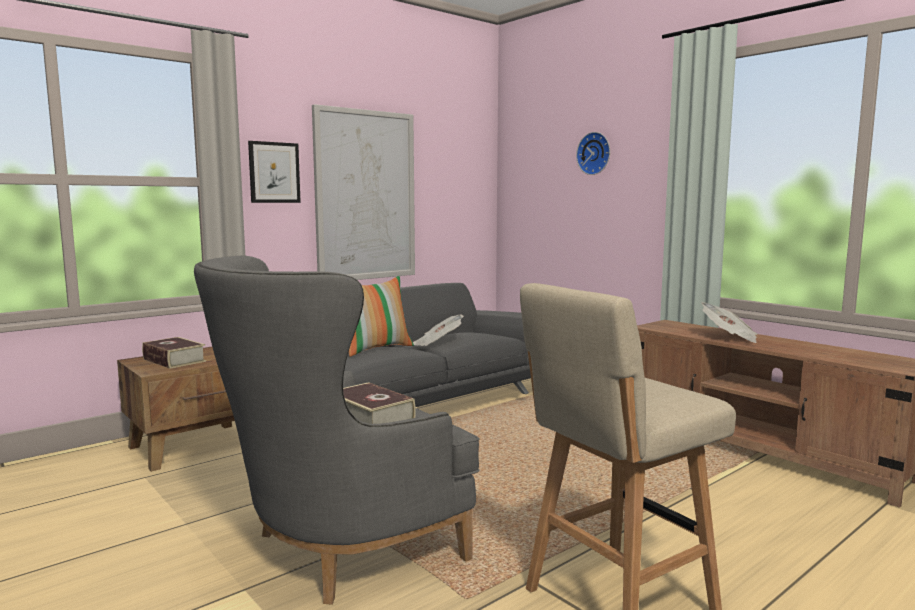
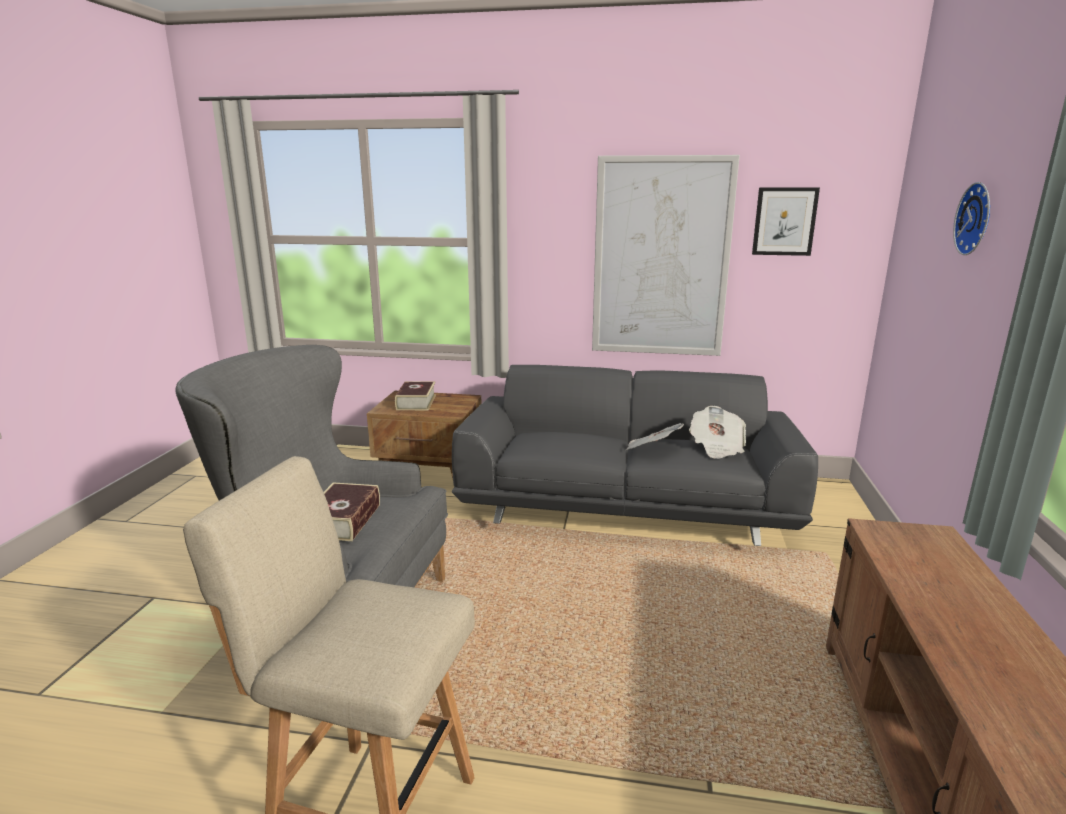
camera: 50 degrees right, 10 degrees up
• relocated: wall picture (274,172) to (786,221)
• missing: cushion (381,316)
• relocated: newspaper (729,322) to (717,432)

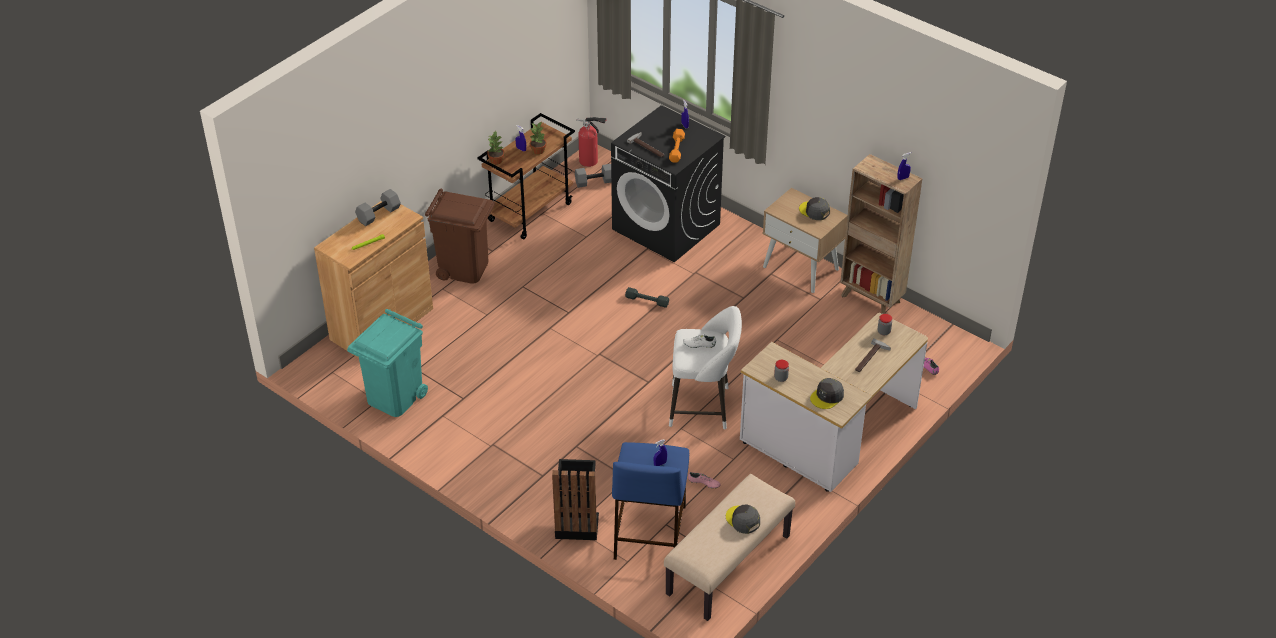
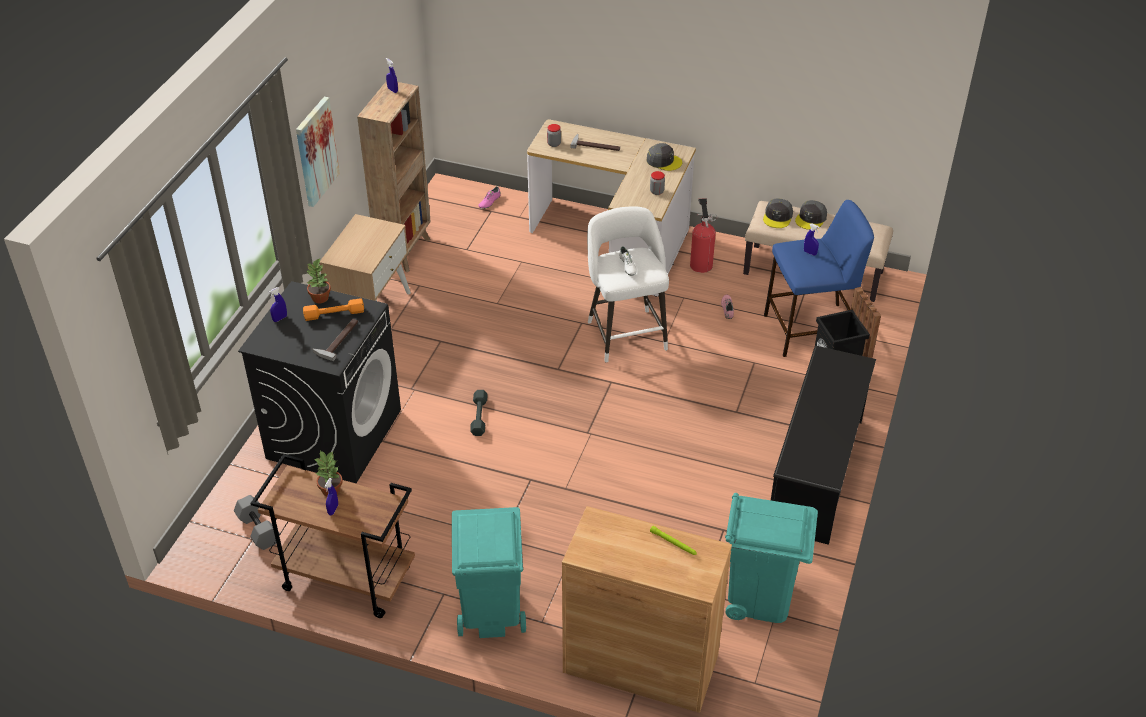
camera: 110 degrees left, 0 degrees up
• relocated: extinguisher (591,141) to (703,235)
• relocated: potted plant (495,148) to (318,281)
• colour: brown-coloured rubbish bin (460,236) to turquoise rubbish bin (489,572)
• missing: greyish hand weight (378,207)
• relocated: greyish cap (814,208) to (778,213)
• appeared: wall picture (318,152)
• appeared: black shoe stand (823,445)

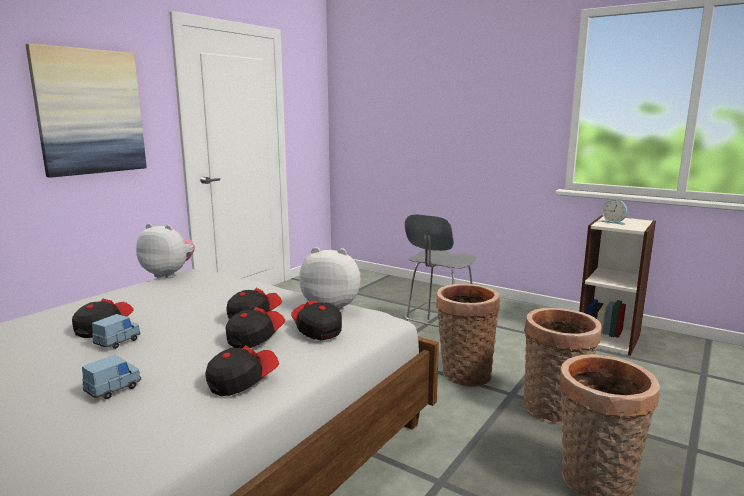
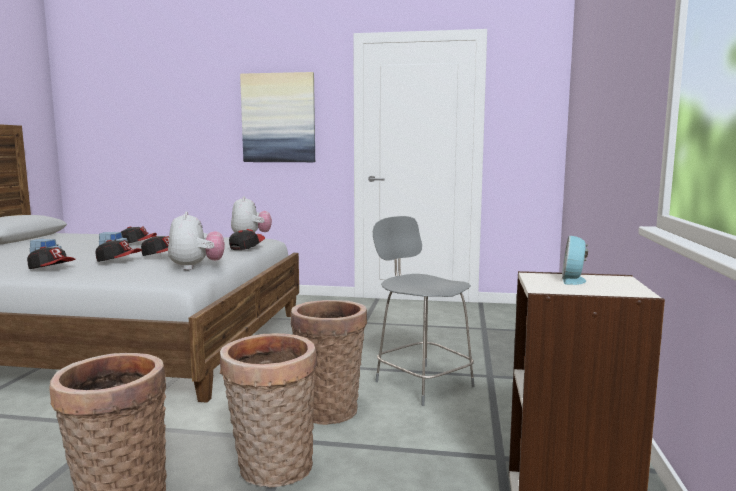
camera: 65 degrees right, 5 degrees down
• spun: greyish upright chair (441,270) = (424,311) 45 degrees clockwise
• relocated: cap (316,320) to (247,239)

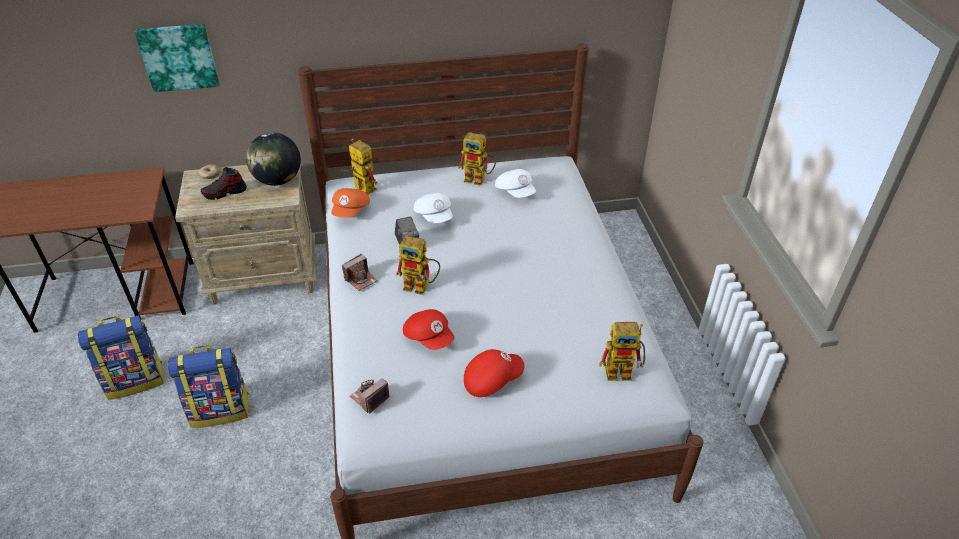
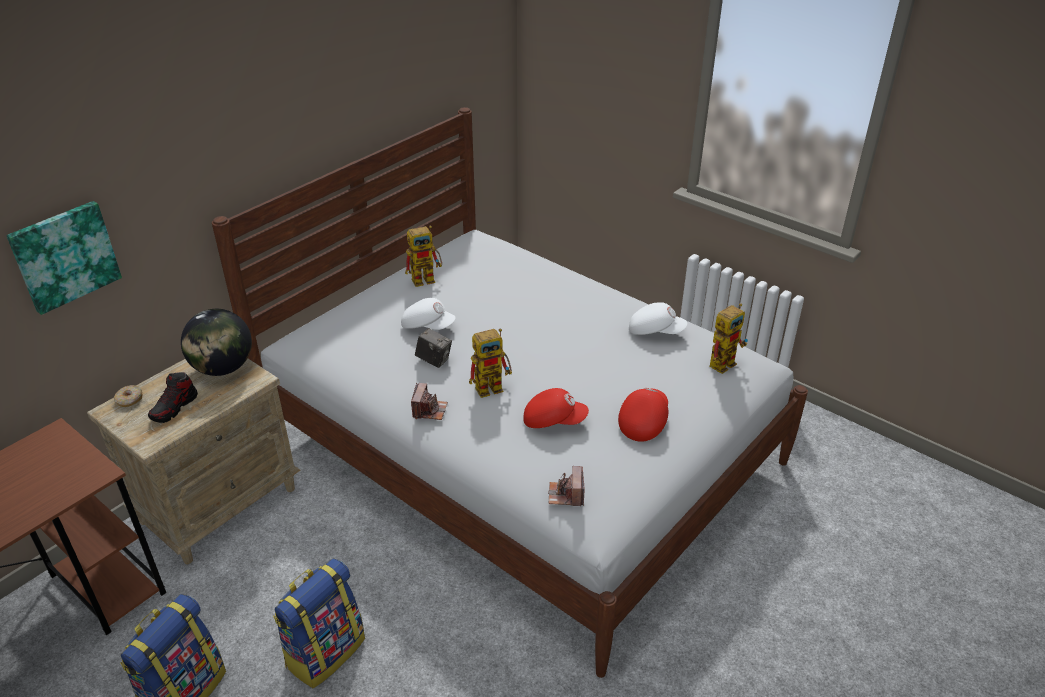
camera: 40 degrees left, 5 degrees down
• missing: robot figure (359,166)
• relocated: white cap (515,183) to (658,318)
• missing: orange-coloured cap (350,203)

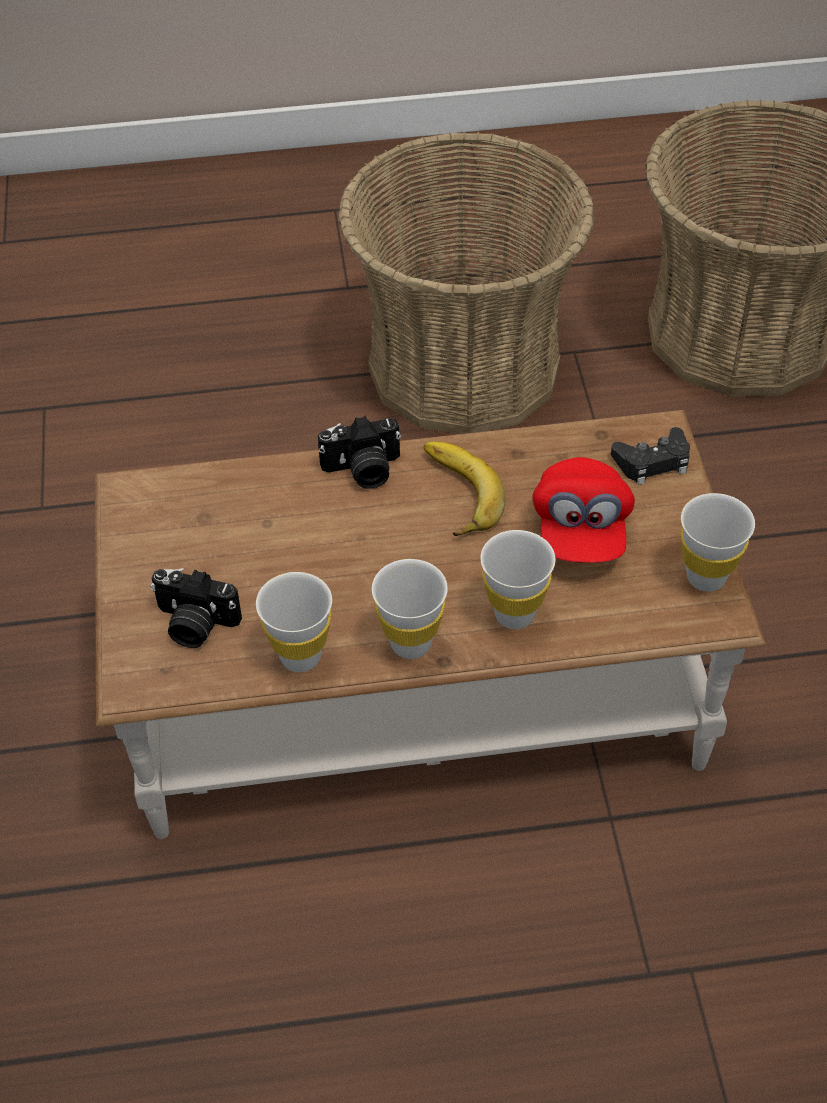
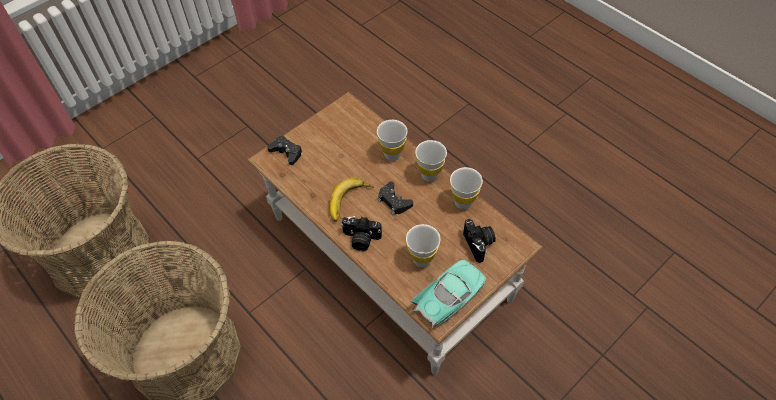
camera: 125 degrees left, 5 degrees up
• spun: still camera (359,452) = (361,233) 150 degrees clockwise
• missing: red cap (583,510)
• relocated: white small cup (717,542) to (423,245)
• appeared: black game controller (395,198)
• appeared: turquoise miniature car (448,294)

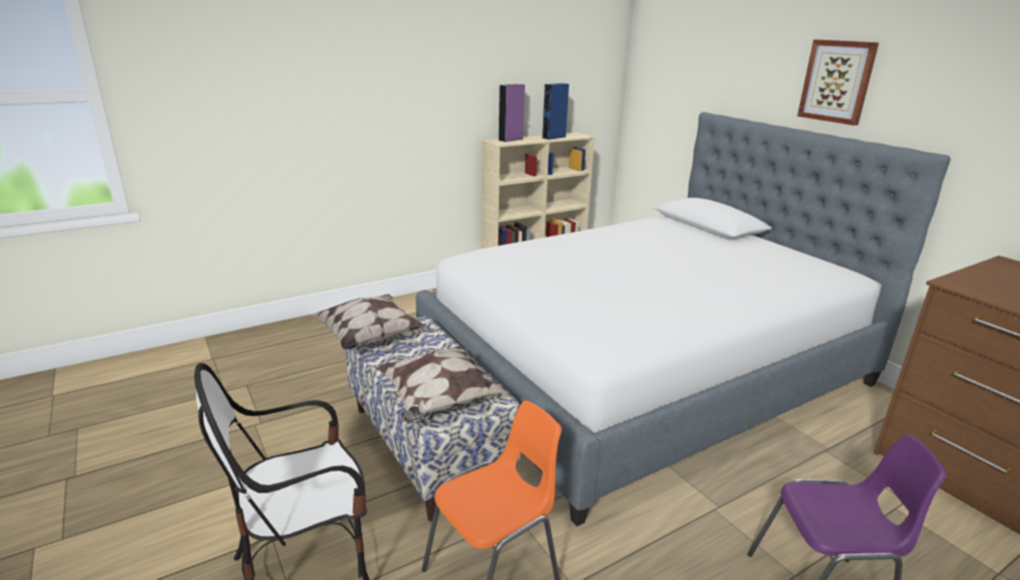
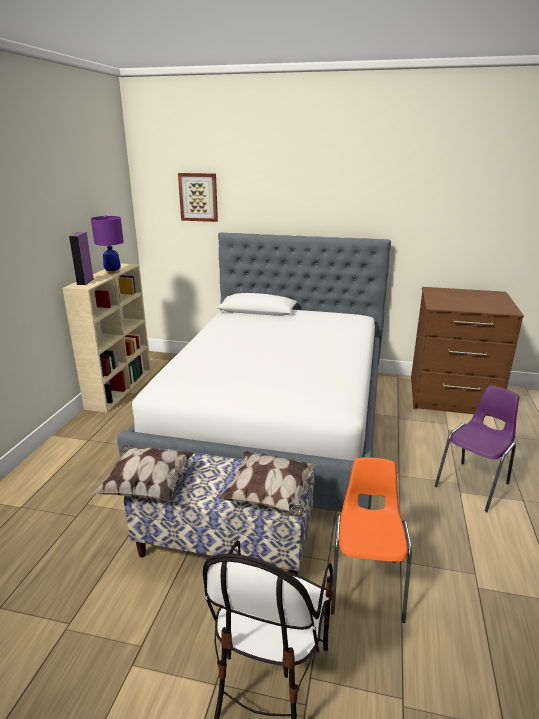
camera: 45 degrees left, 0 degrees up
• relocated: wall picture (838,82) to (198,197)
• exchanged: blue speaker (555,111) to purple lamp for a table (107,244)

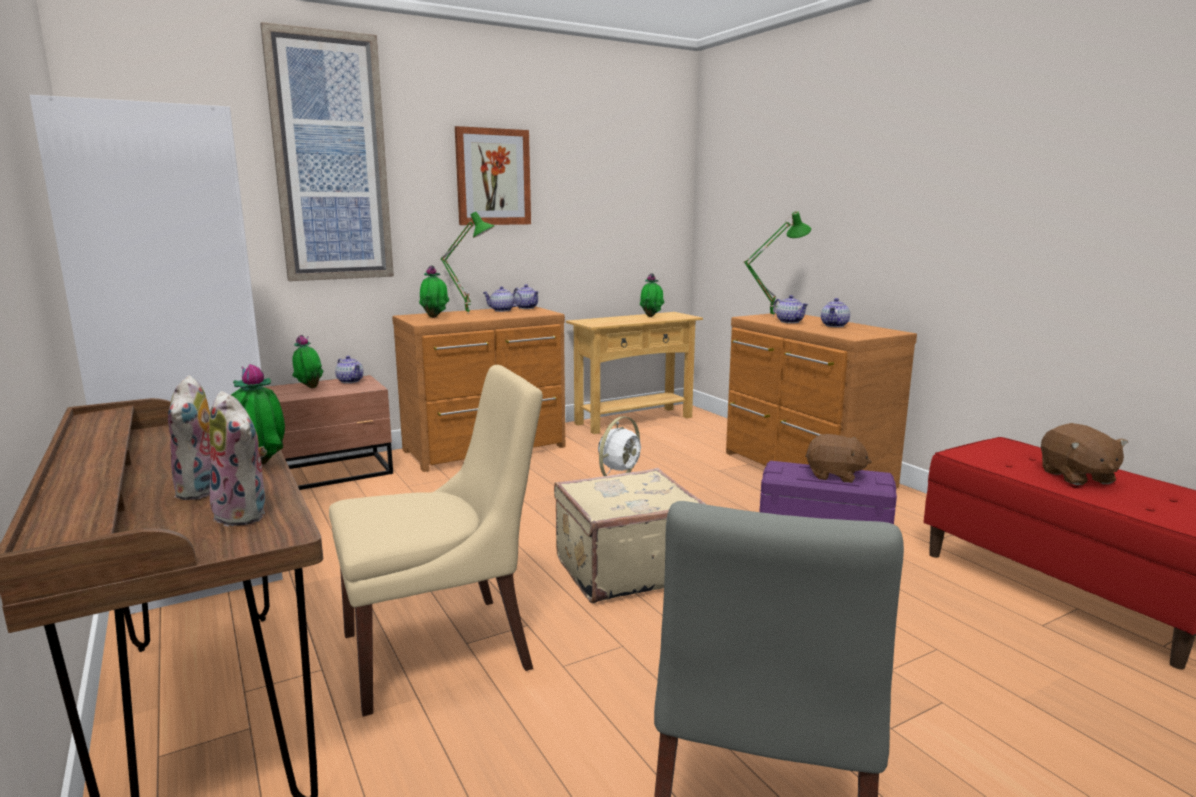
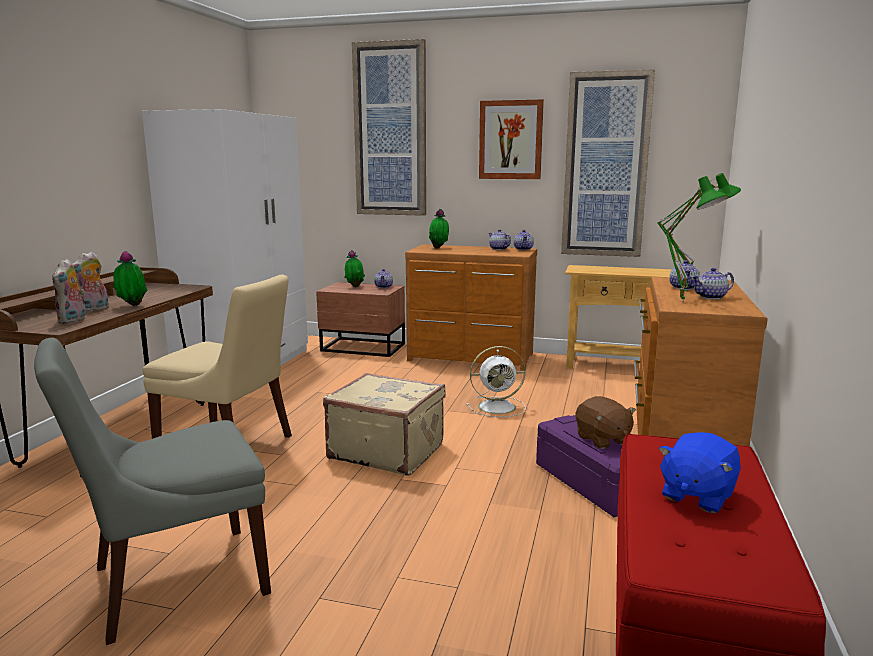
camera: 45 degrees right, 0 degrees up
• relocated: green lamp for a table (467,263) to (697,239)
• missing: potted plant (652,295)
• colour: brown-coloured cuddly toy (1084,454) to blue cuddly toy (699,472)
• appeared: wall picture (608,163)

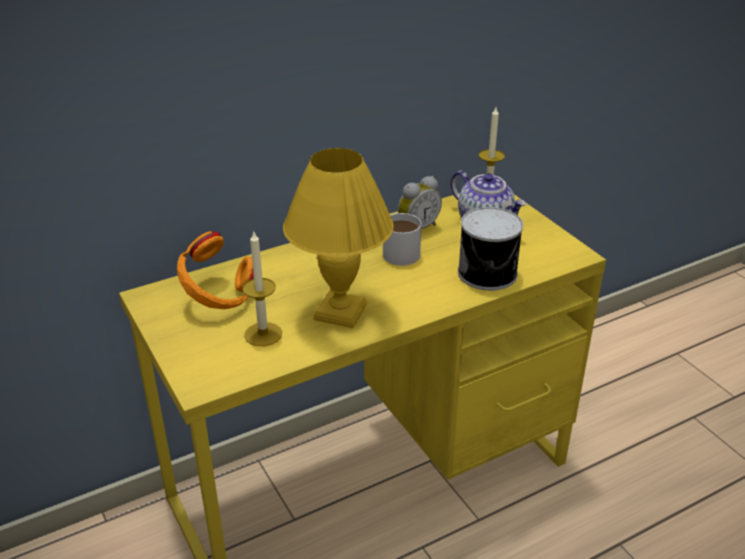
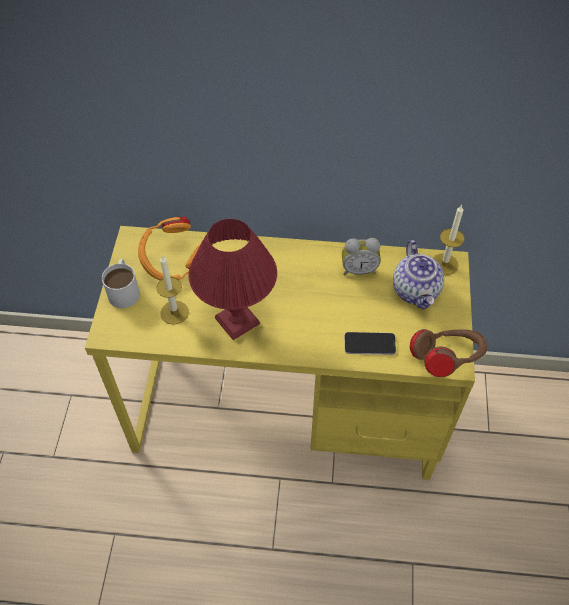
camera: 35 degrees right, 20 degrees up
• colour: yellowish lamp for a table (338,238) to red lamp for a table (232,279)
• exchanged: sealed can (490,249) to phone (370,343)
• relocated: white mug (402,239) to (121,283)
• appeared: brown-coloured pair of headphones (448,353)

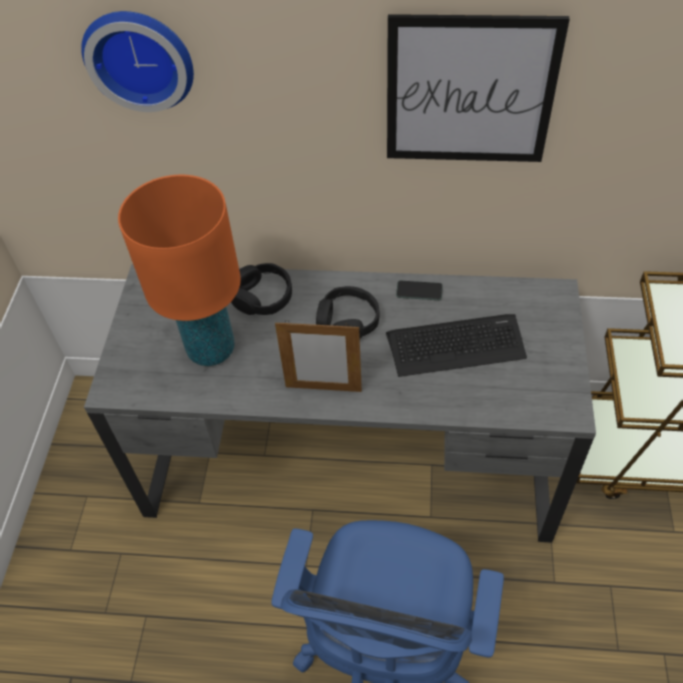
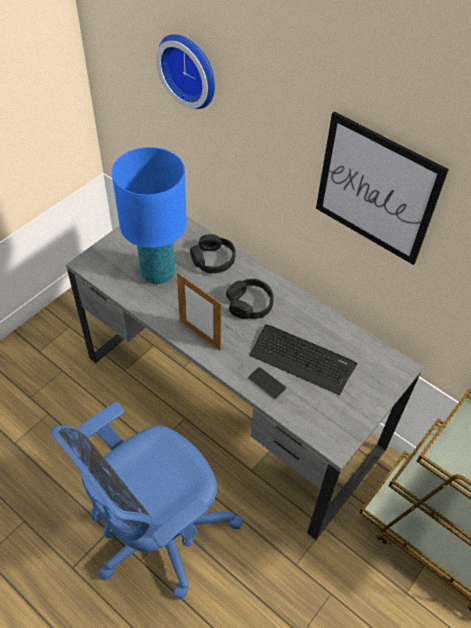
camera: 30 degrees right, 0 degrees up
• colour: orange-coloured lamp for a table (179,270) to blue lamp for a table (149,215)
• relocated: phone (419,290) to (267,383)

